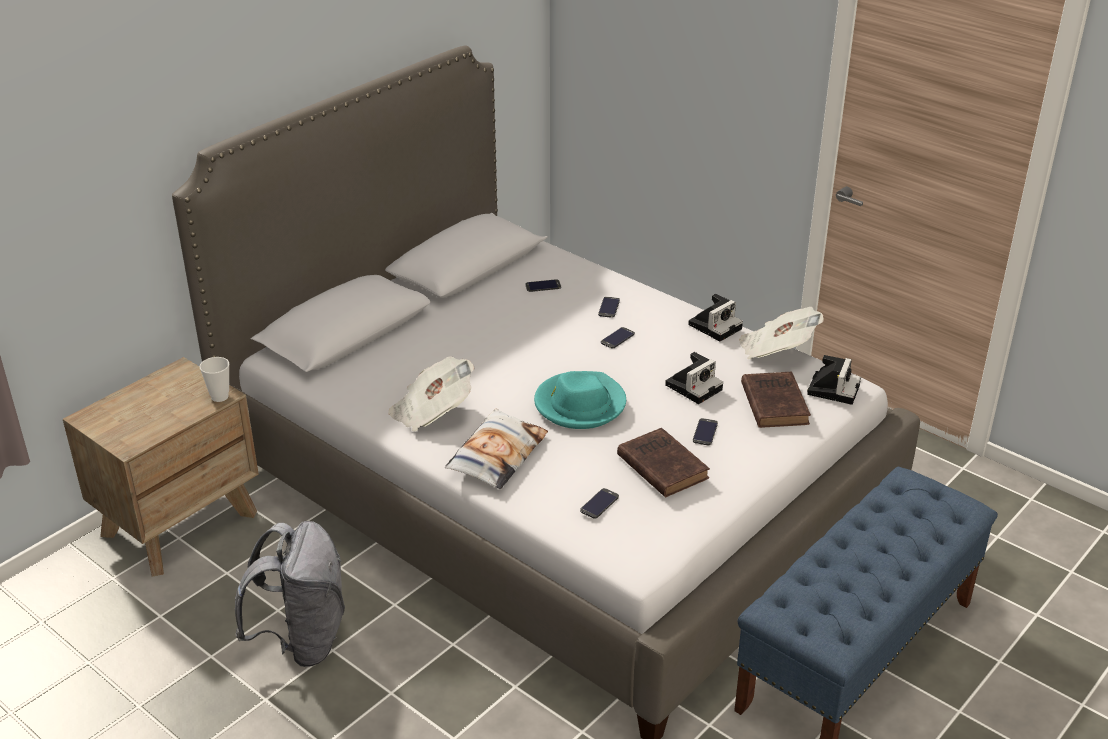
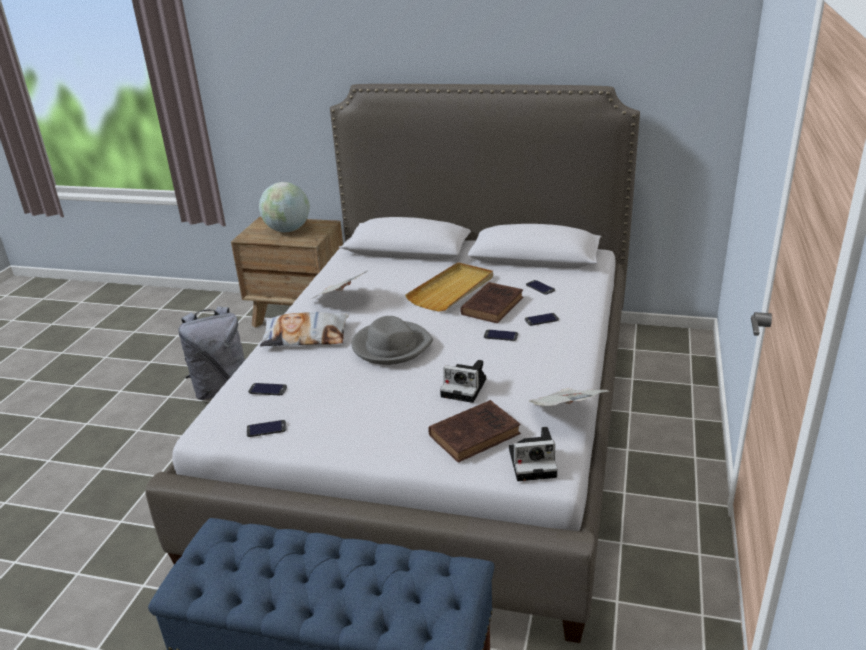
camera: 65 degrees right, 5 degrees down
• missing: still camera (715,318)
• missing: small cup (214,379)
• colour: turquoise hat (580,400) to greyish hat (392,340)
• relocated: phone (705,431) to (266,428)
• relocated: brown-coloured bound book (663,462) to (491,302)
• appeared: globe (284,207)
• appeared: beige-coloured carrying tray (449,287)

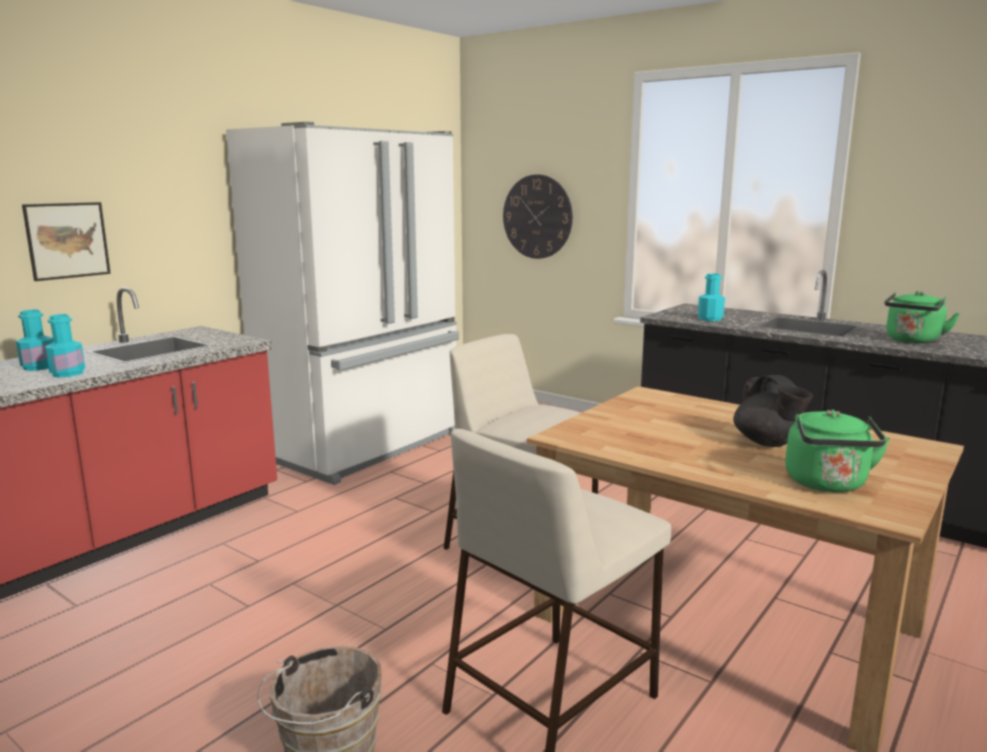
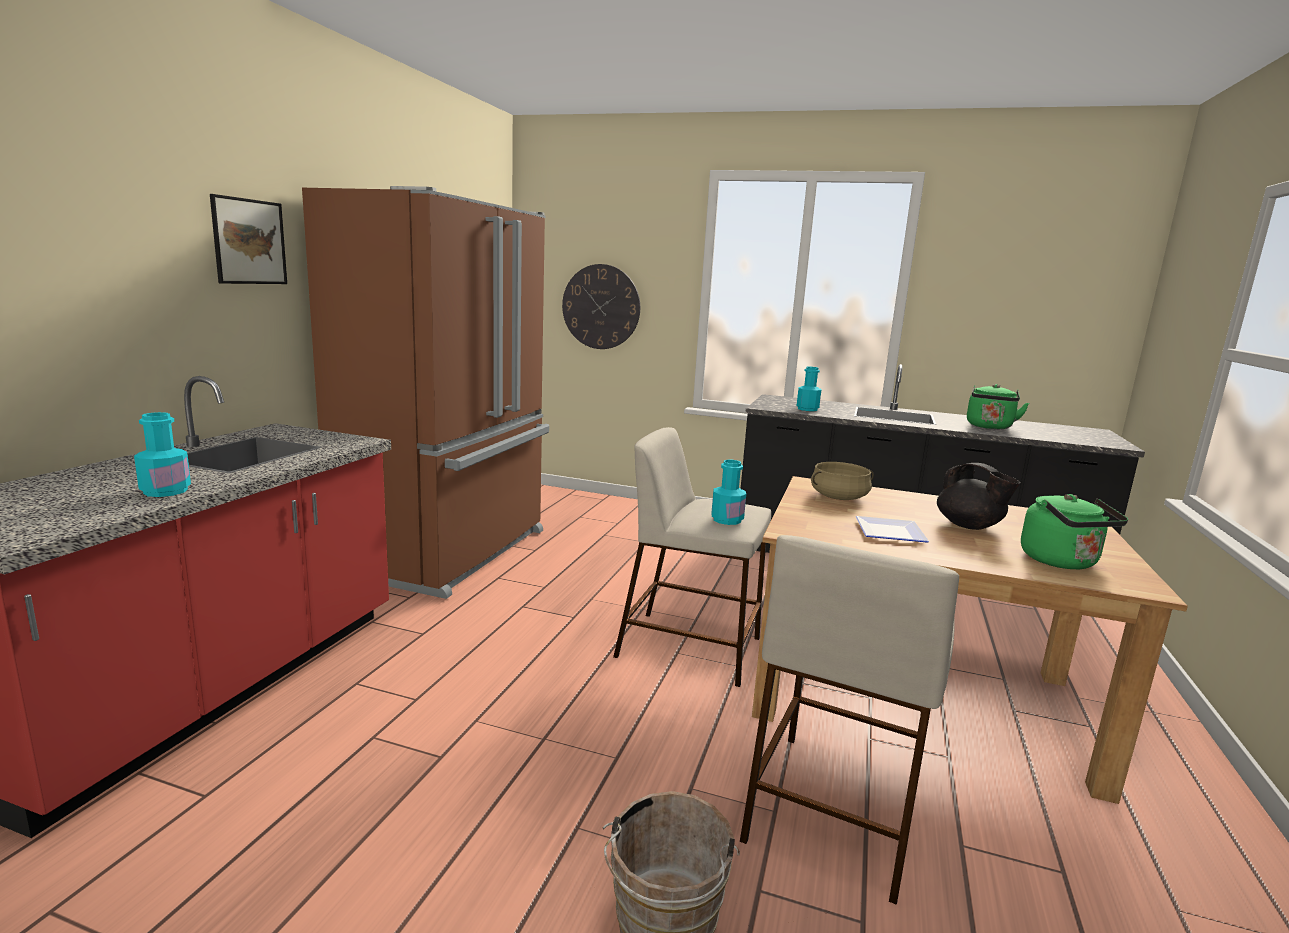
camera: 20 degrees left, 0 degrees up
• colour: white refrigerator (342,303) to brown-coloured refrigerator (425,392)
• relocated: wall picture (66,241) to (248,239)
• relocated: turquoise beverage bottle (34,340) to (728,492)
• appeared: beige-coloured stockpot (842,481)
• appeared: flat dish (892,529)

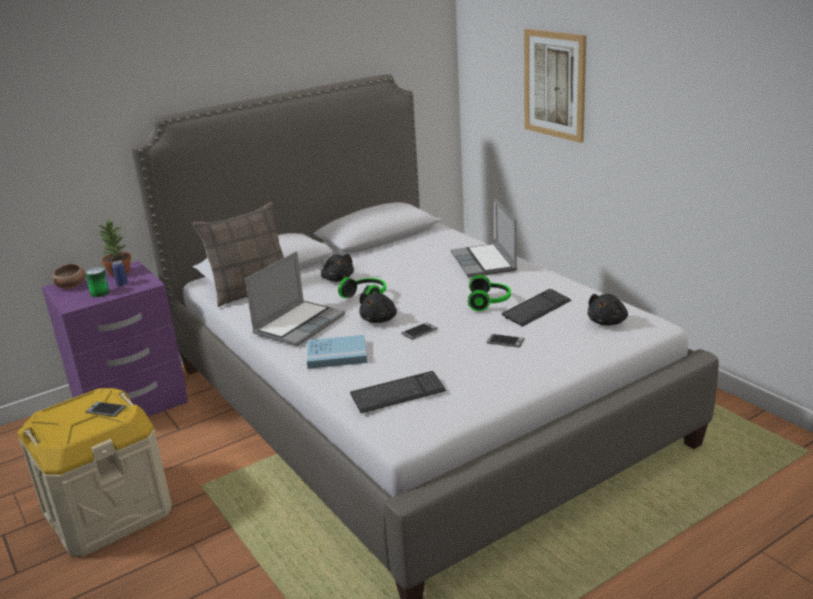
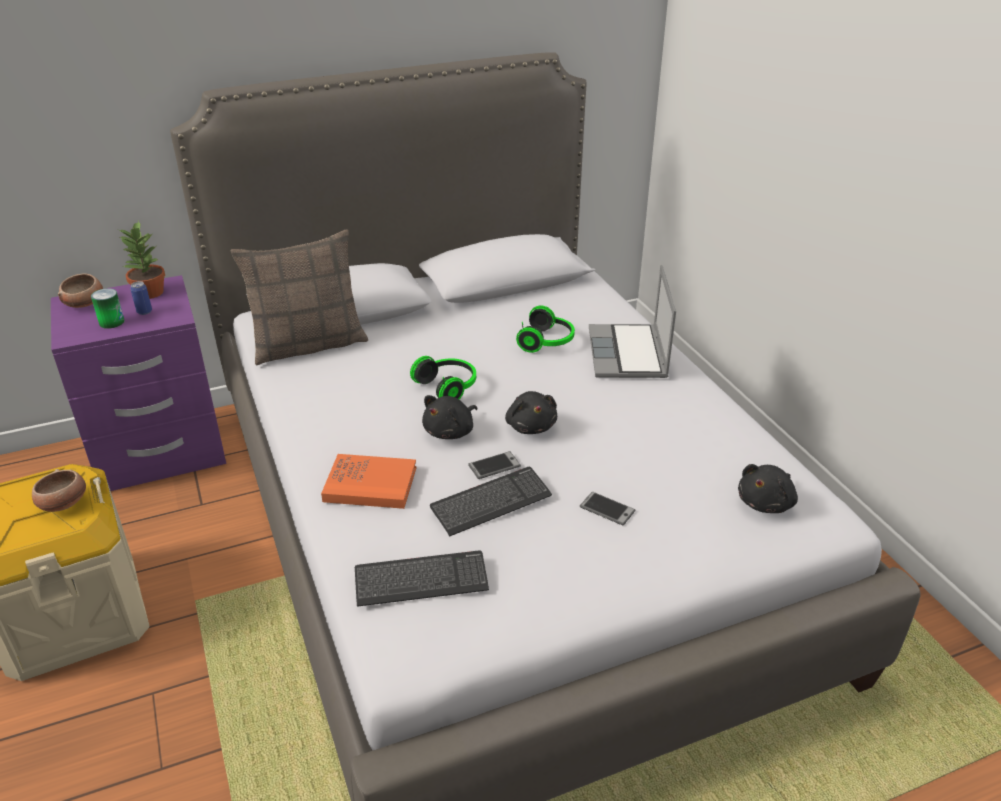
camera: 10 degrees right, 10 degrees up
• missing: wall picture (555,86)
• missing: laptop (295,298)
• relocated: black cuddly toy (337,268) to (531,412)
• relocated: pair of headphones (489,293) to (545,329)
• relocated: keyboard (536,308) to (491,502)
• colour: blue bound book (337,352) to orange-coloured bound book (368,481)
• exchanged: phone (105,409) to serving bowl (59,490)

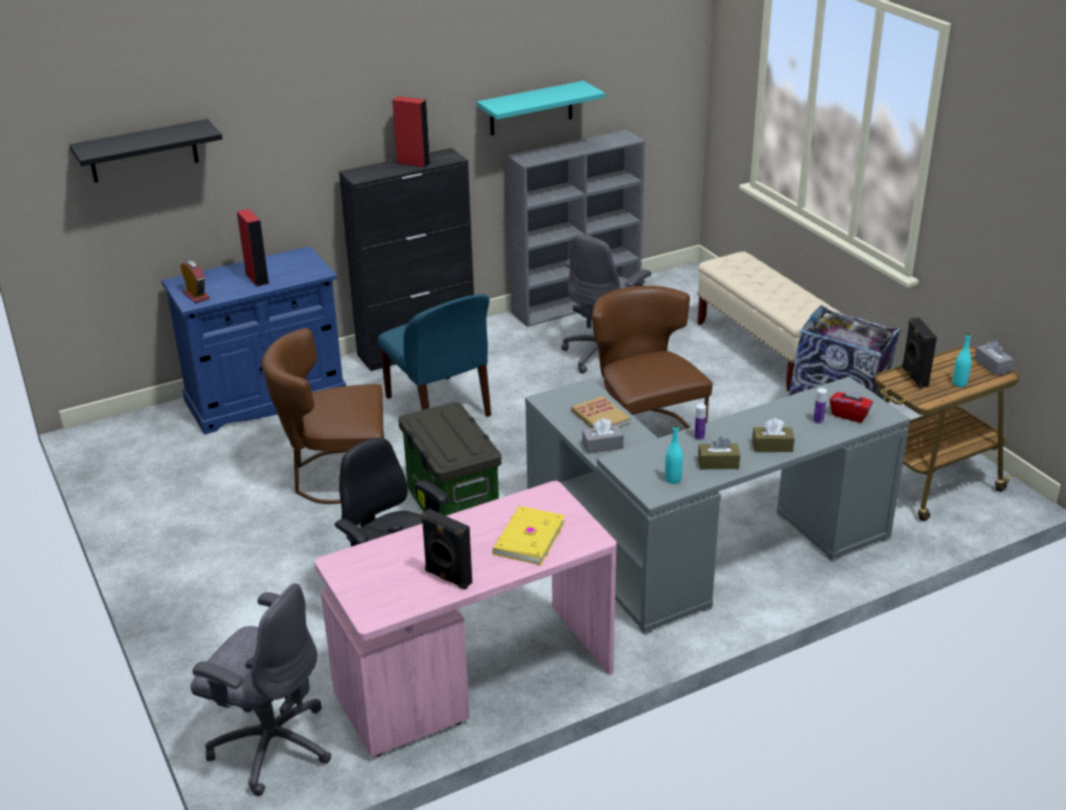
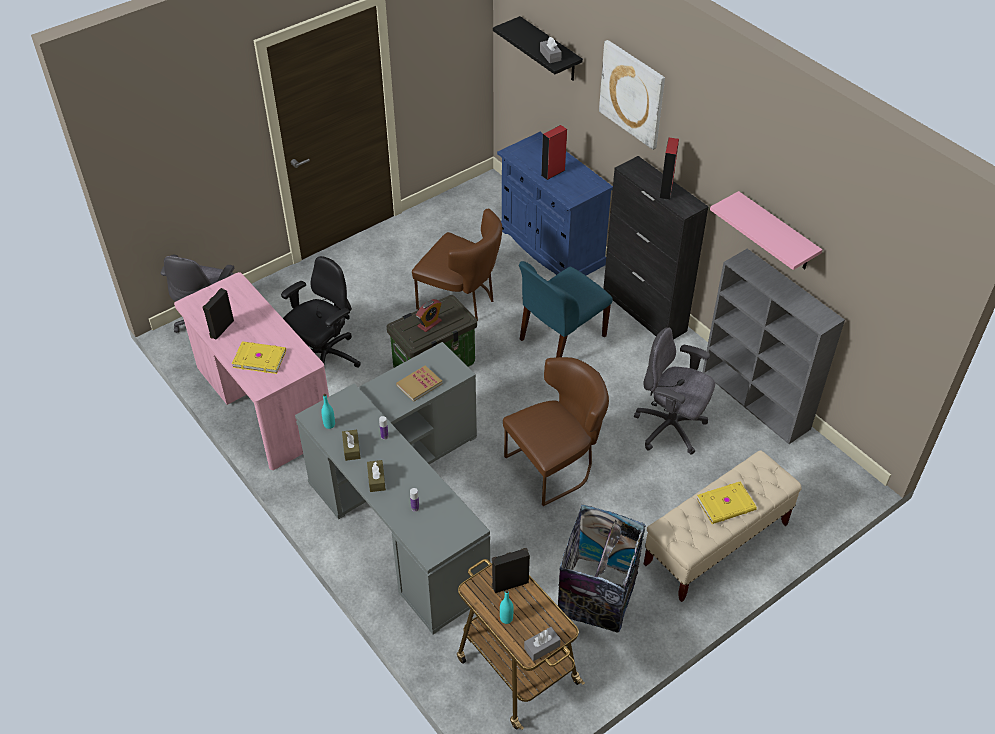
camera: 80 degrees right, 15 degrees up
• colour: turquoise shelf (541,108) to pink-coloured shelf (766,230)
• relocated: alarm clock (195,281) to (429,315)
• spun: brown-coloured upright chair (322,416) = (457,264) 135 degrees clockwise
• missing: red tissue box (851,404)
• relocated: greyish tissue box (603,436) to (551,50)
• appeared: wall picture (632,95)
• appeared: yellowish bound book (727,503)

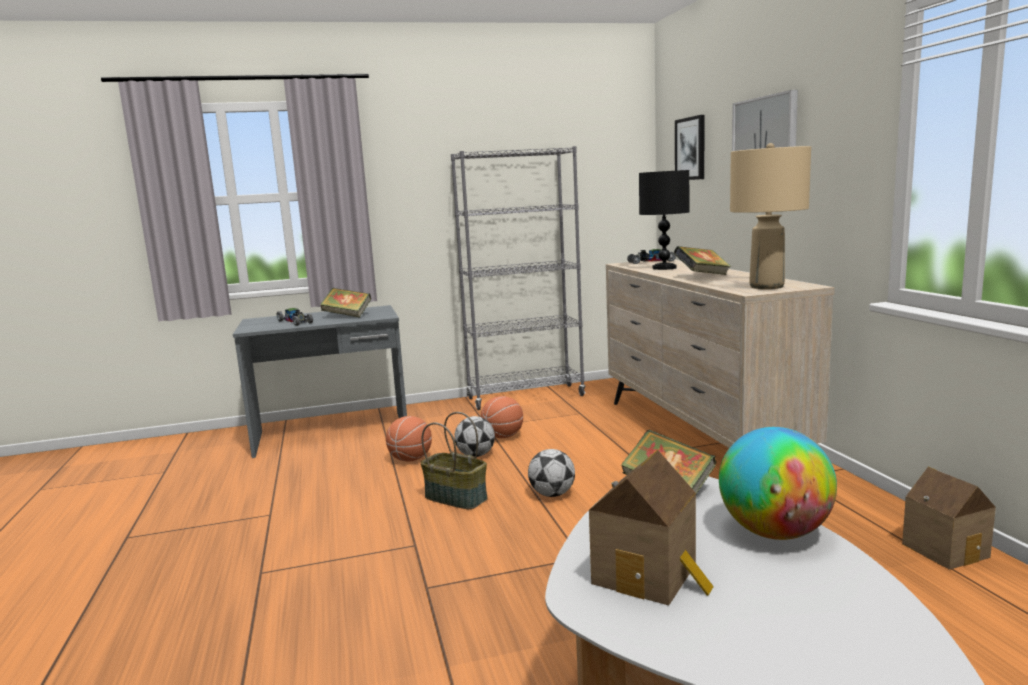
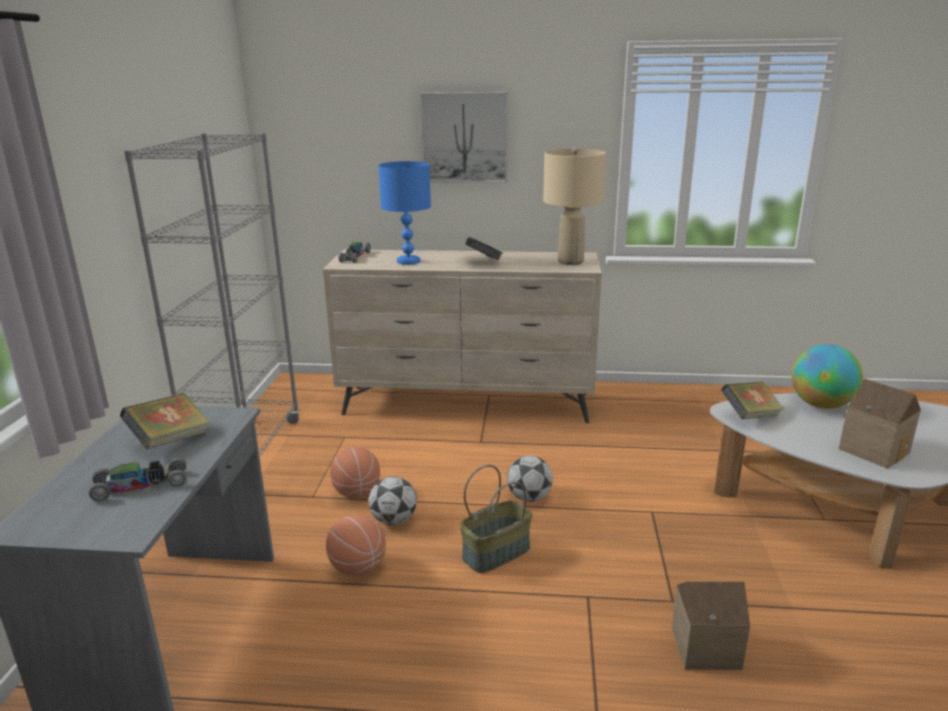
camera: 70 degrees left, 10 degrees up
• missing: wall picture (690,147)
• colour: black lamp for a table (664,220) to blue lamp for a table (404,213)
• relocated: miniature house (949,518) to (711,625)

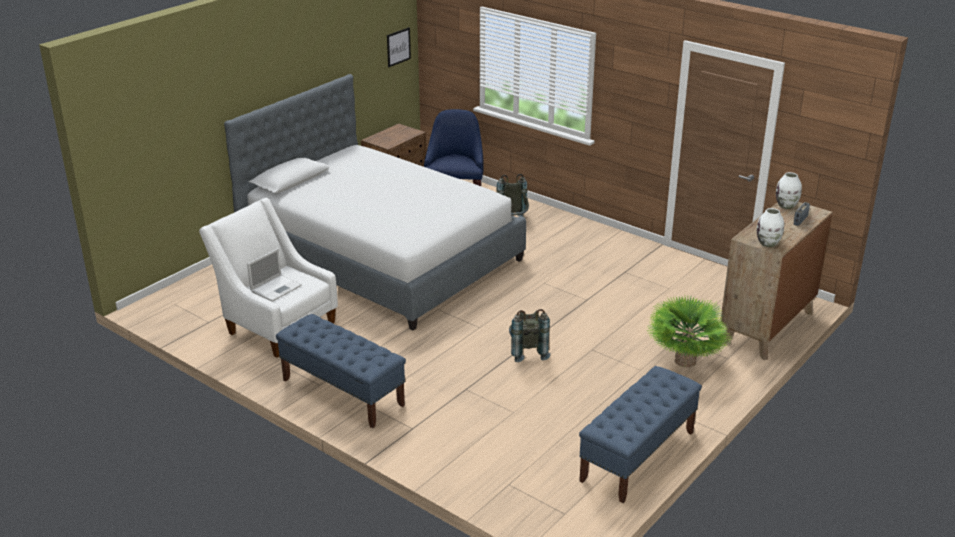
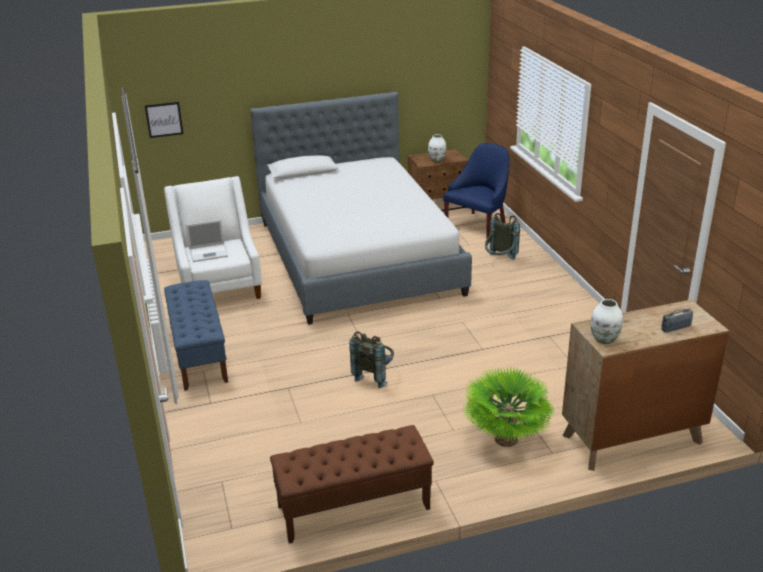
camera: 35 degrees right, 0 degrees up
• relocated: wall picture (399,47) to (164,120)
• relocated: white decorative vase (789,190) to (437,148)
• colour: blue indoor bench (640,434) to brown-coloured indoor bench (352,484)

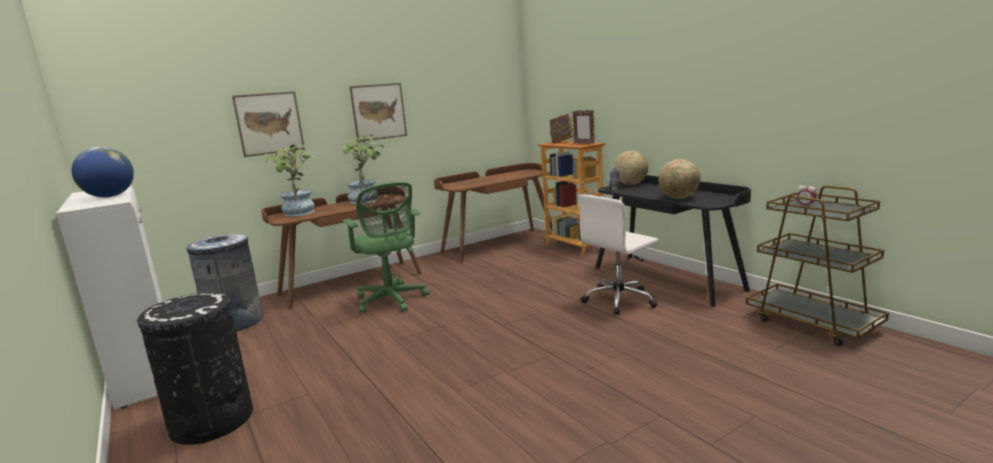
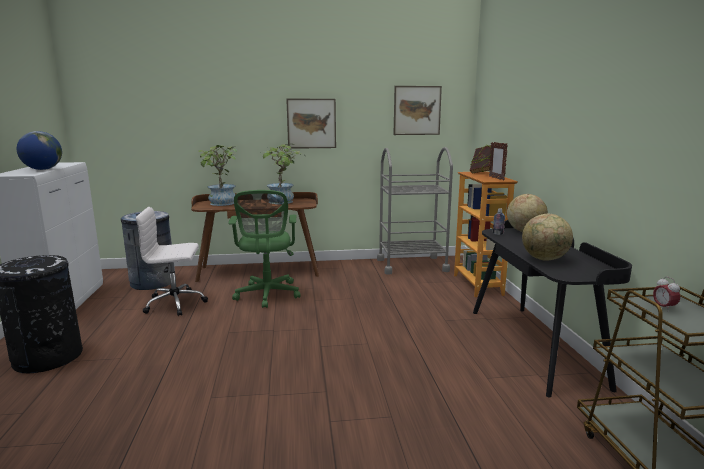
camera: 25 degrees right, 0 degrees up
• relocated: wall picture (268,124) to (418,110)
• exchanged: brown-coloured desk table (493,213) to greyish trolley (415,211)
• relocated: white computer chair (618,254) to (172,261)

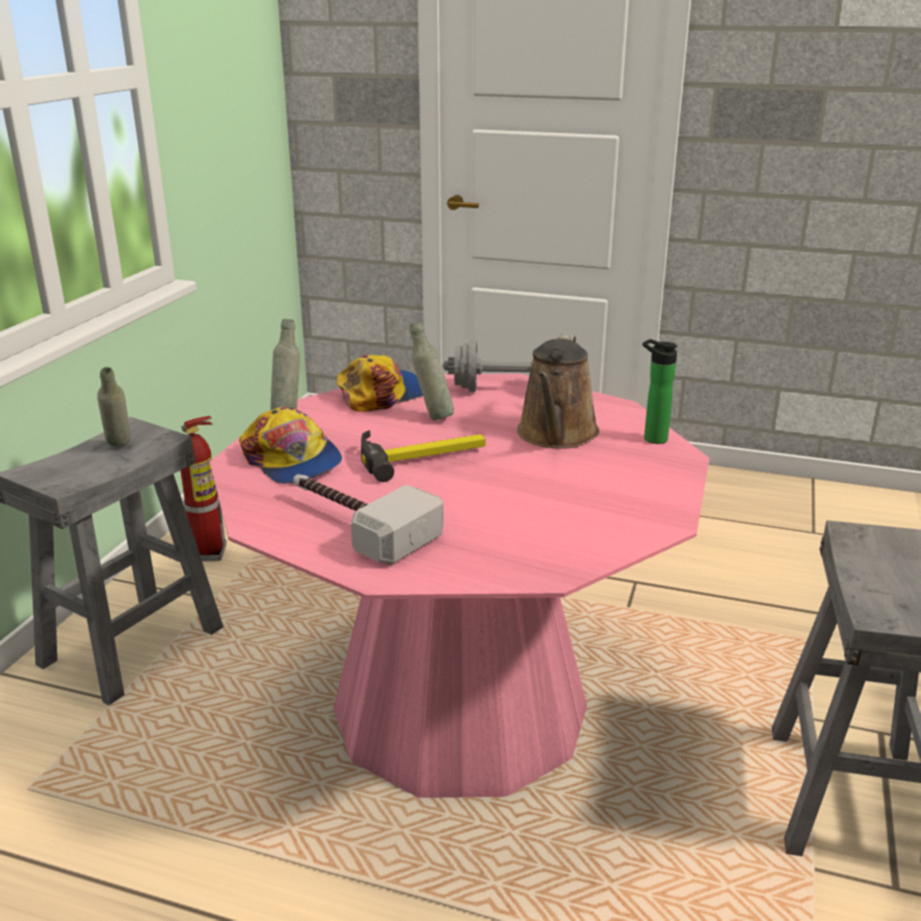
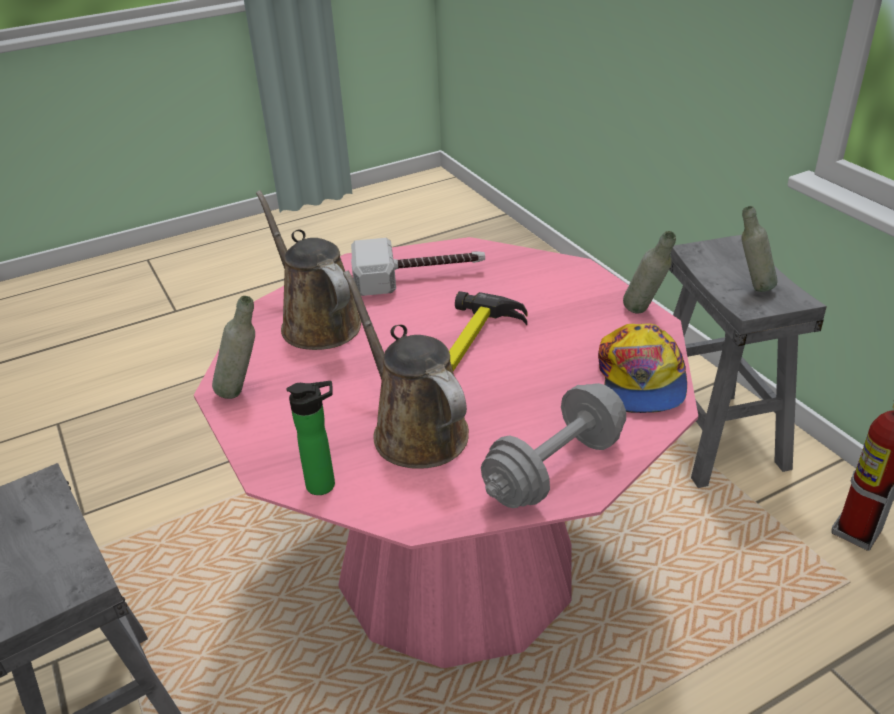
camera: 135 degrees right, 10 degrees up
• relocated: greyish beverage bottle (432,371) to (233,347)
• missing: cap (290,445)
• appeared: brown-coloured watering can (308,270)

